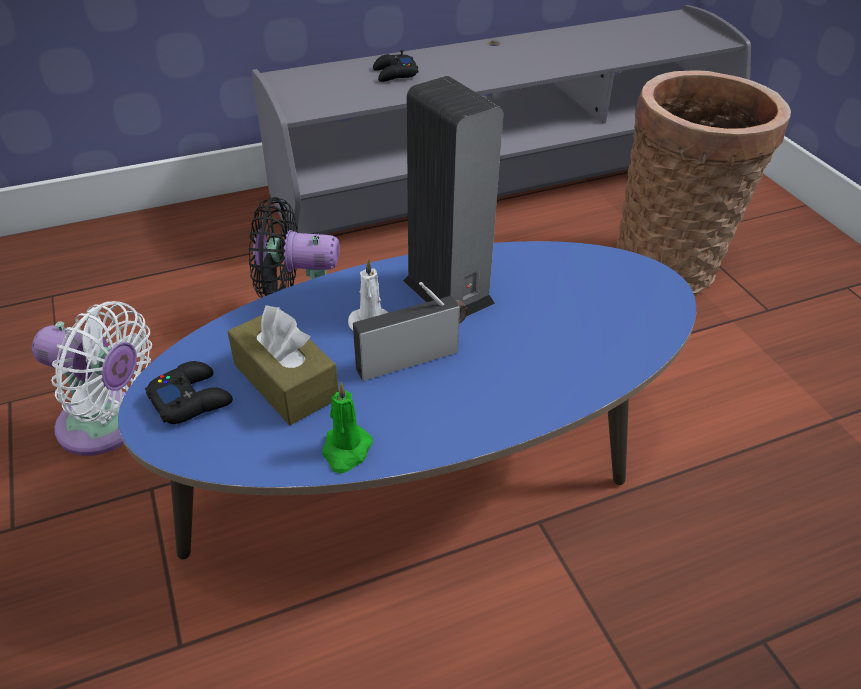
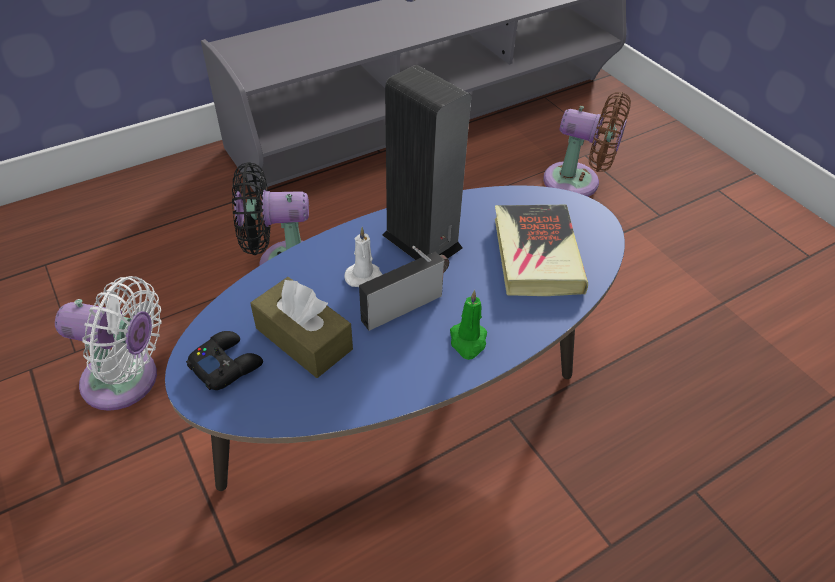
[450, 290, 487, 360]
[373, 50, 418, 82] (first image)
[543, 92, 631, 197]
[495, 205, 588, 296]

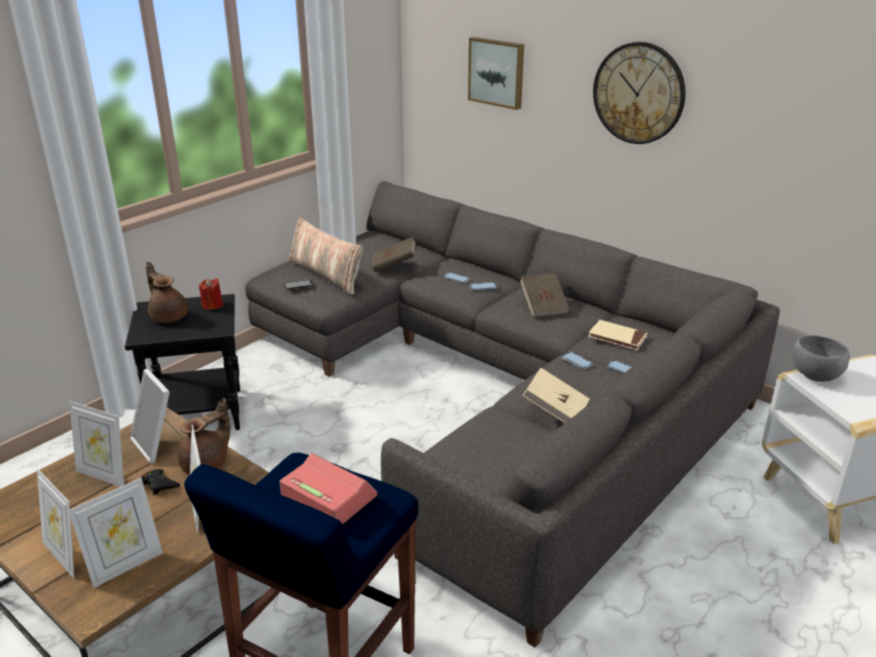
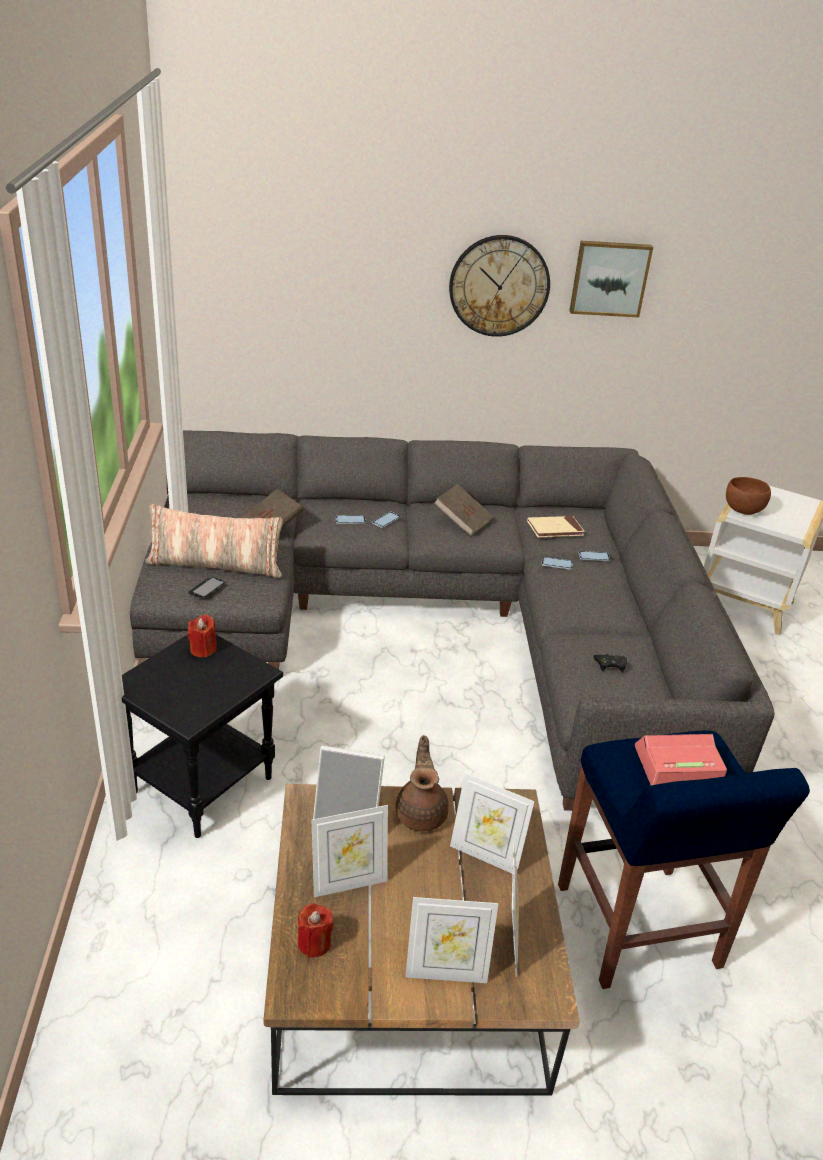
[594, 654, 627, 673]
[146, 262, 188, 323] (first image)
[569, 241, 653, 318]
[523, 368, 590, 423] (first image)
[726, 477, 771, 515]
[297, 904, 333, 957]

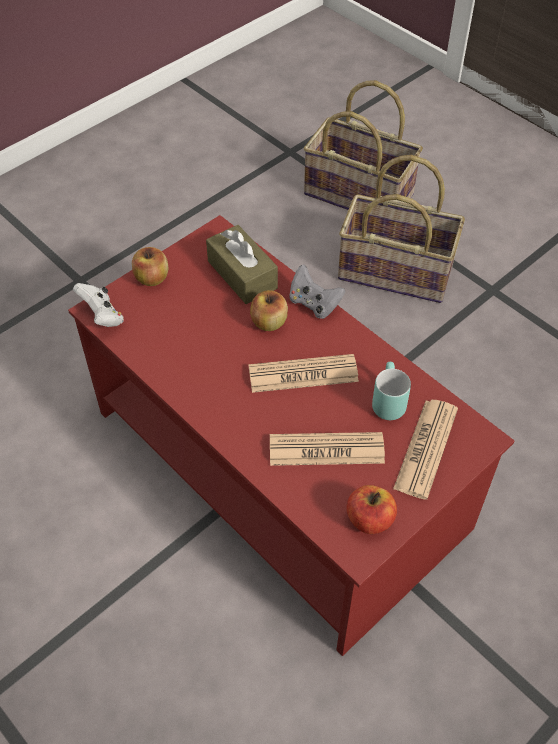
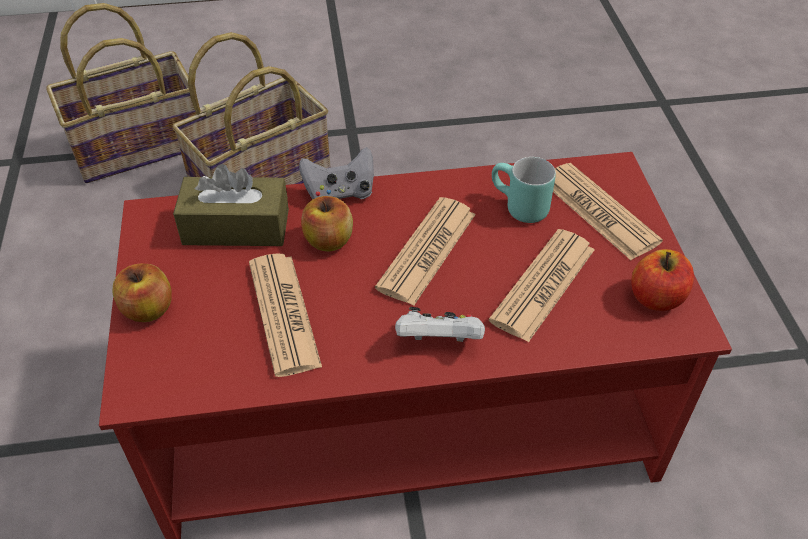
[395, 307, 485, 342]
[249, 253, 322, 377]

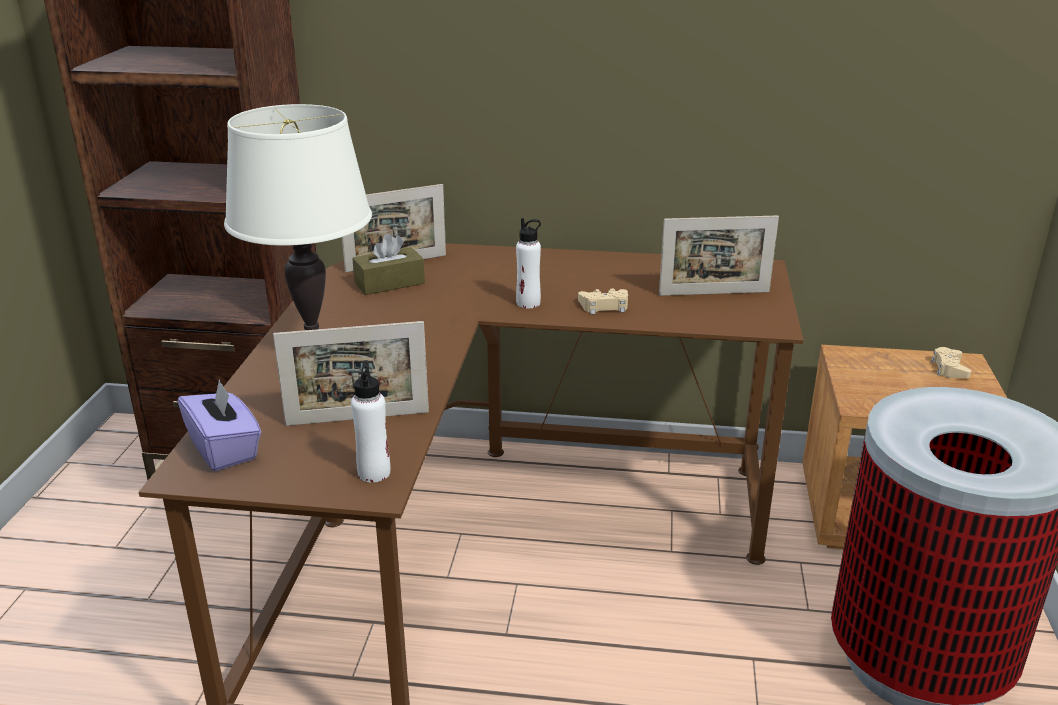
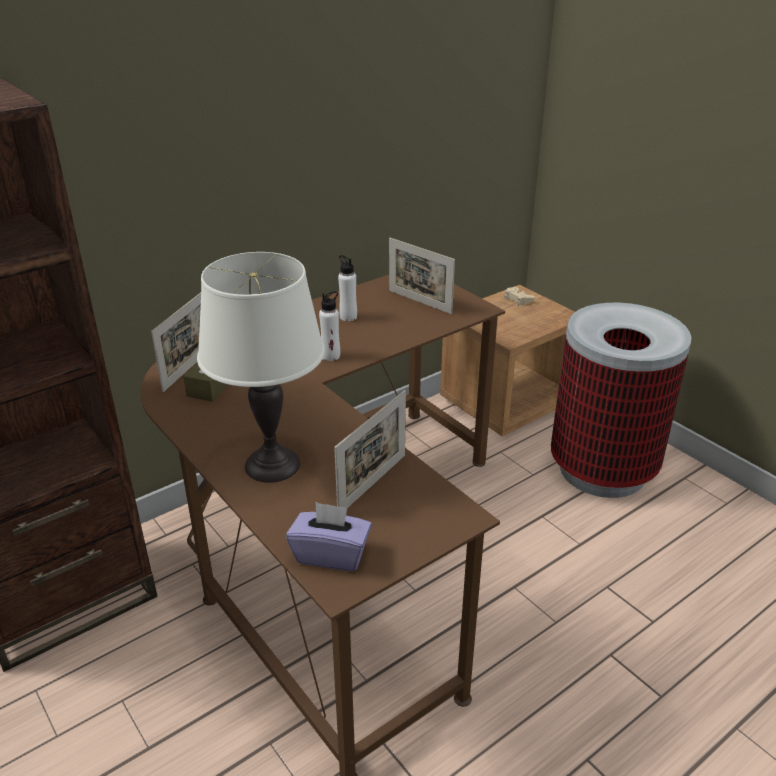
[338, 255, 357, 321]
[578, 288, 628, 314] (first image)
[389, 238, 455, 314]

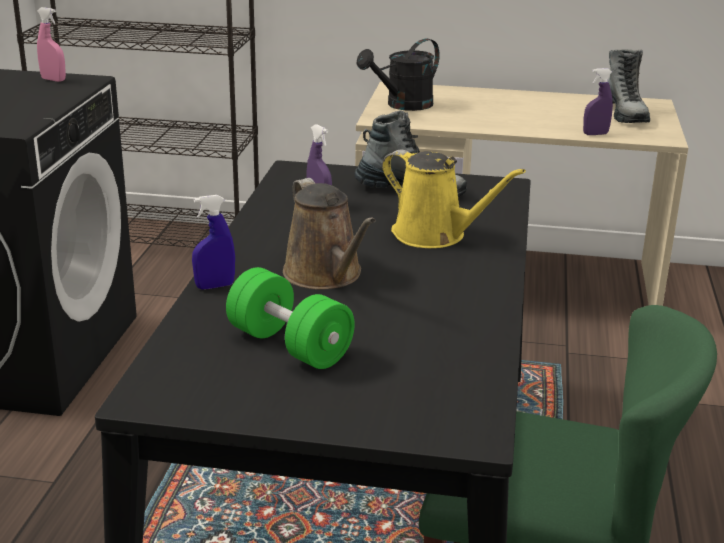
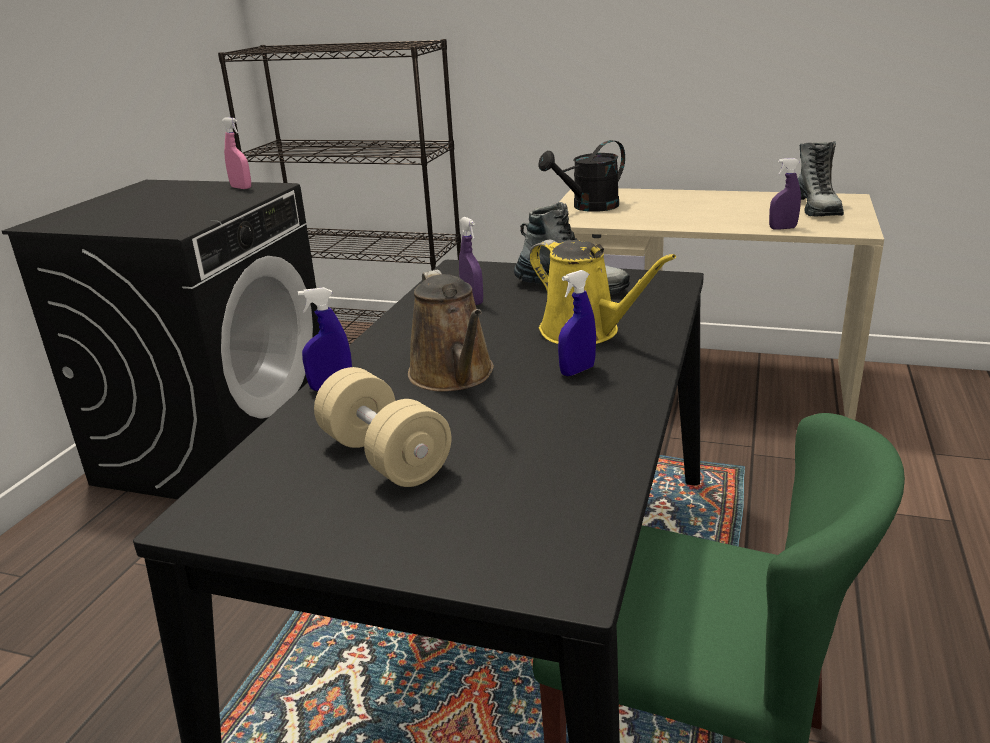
[314, 367, 451, 487]
[558, 270, 596, 376]

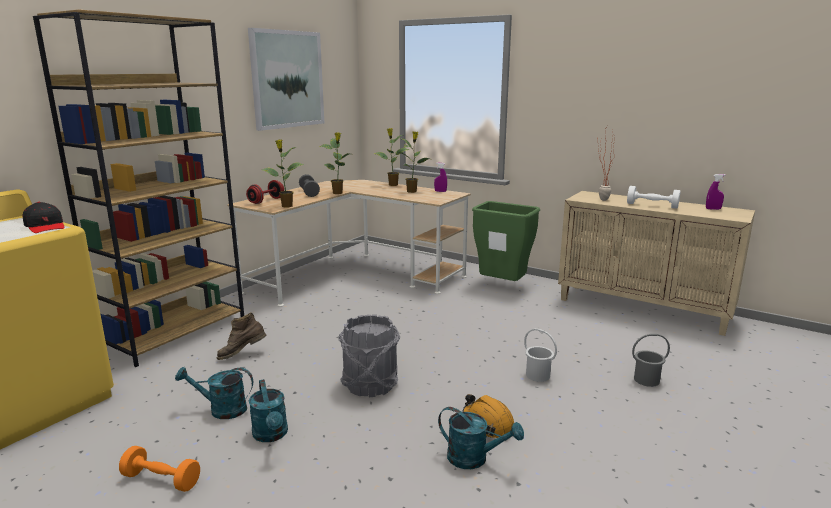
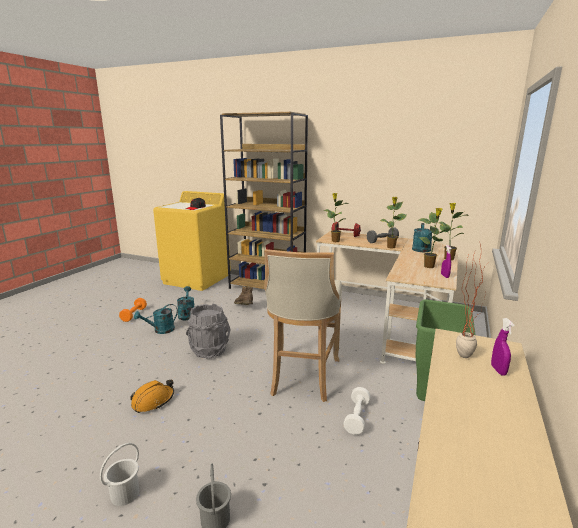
[248, 28, 324, 131] (first image)
[412, 223, 432, 252]
[100, 443, 140, 506]
[343, 387, 370, 435]
[491, 318, 514, 375]
[264, 249, 342, 402]

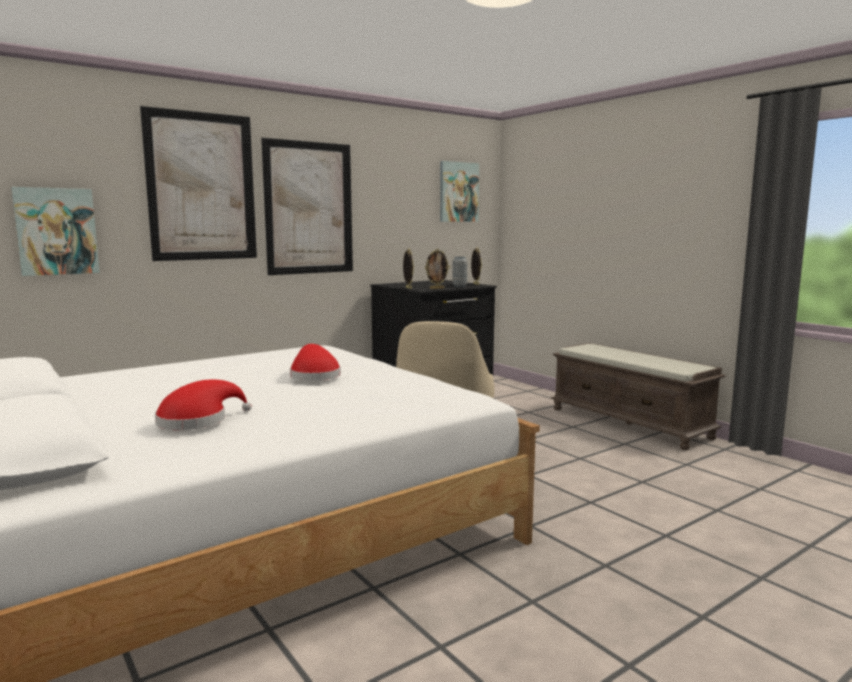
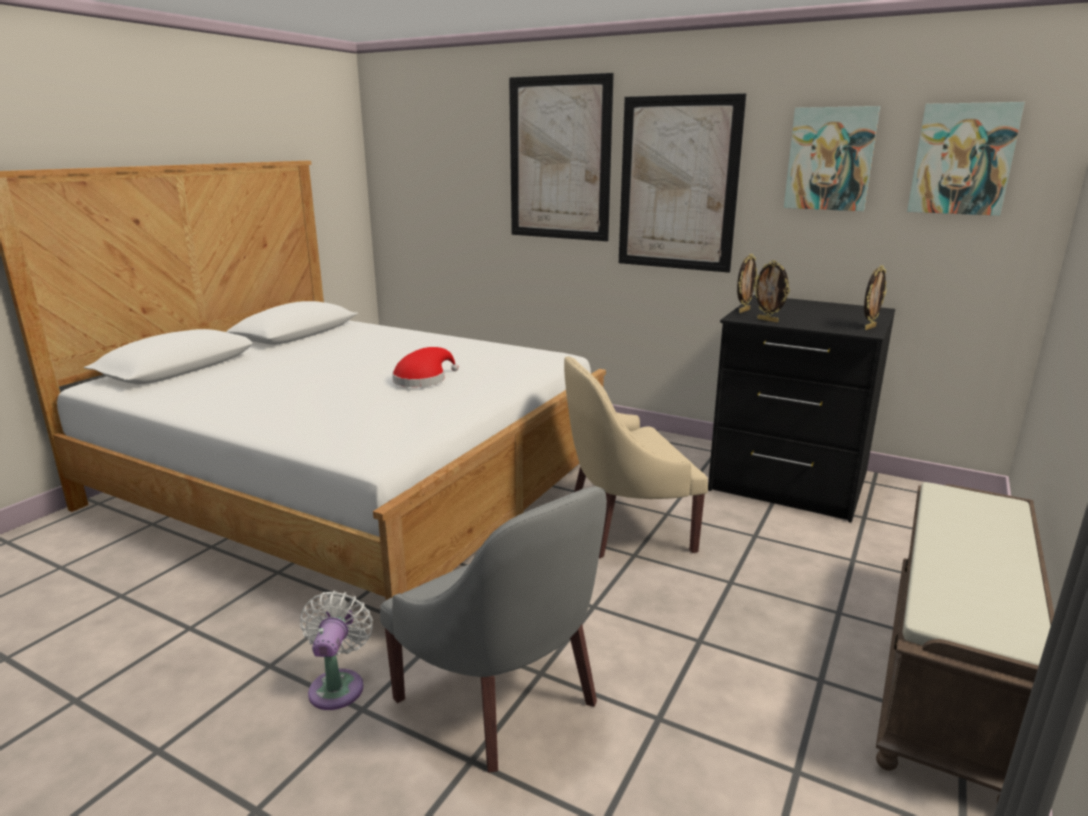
[784, 106, 880, 211]
[155, 379, 252, 430] (first image)
[452, 257, 467, 287] (first image)
[300, 591, 373, 710]
[380, 486, 607, 772]

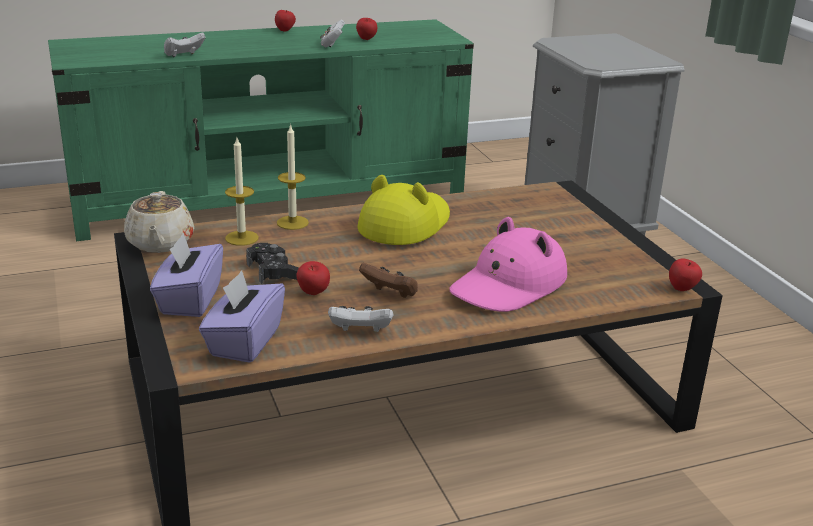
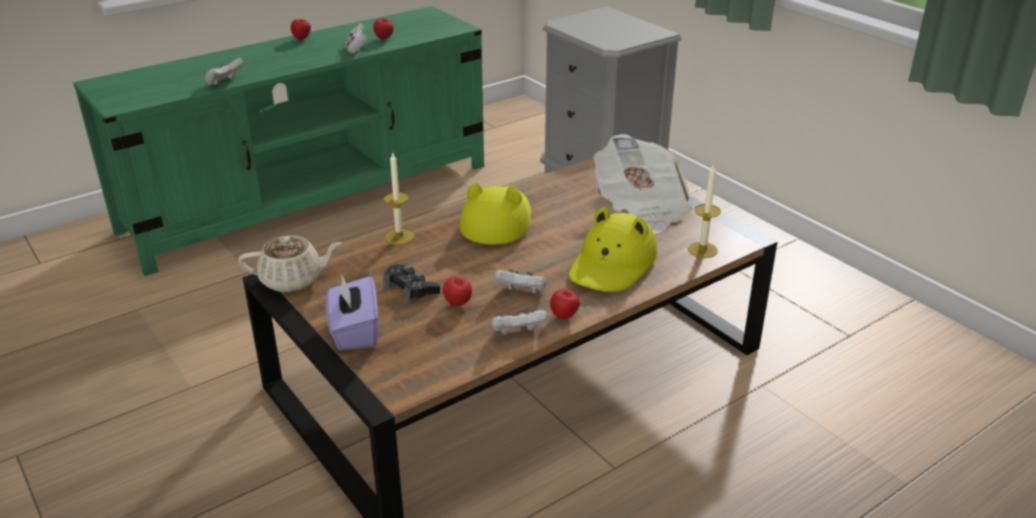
[238, 235, 342, 292]
[199, 271, 285, 363] (first image)
[688, 163, 721, 258]
[495, 269, 547, 293]
[568, 207, 657, 292]
[550, 289, 580, 319]
[594, 134, 693, 234]

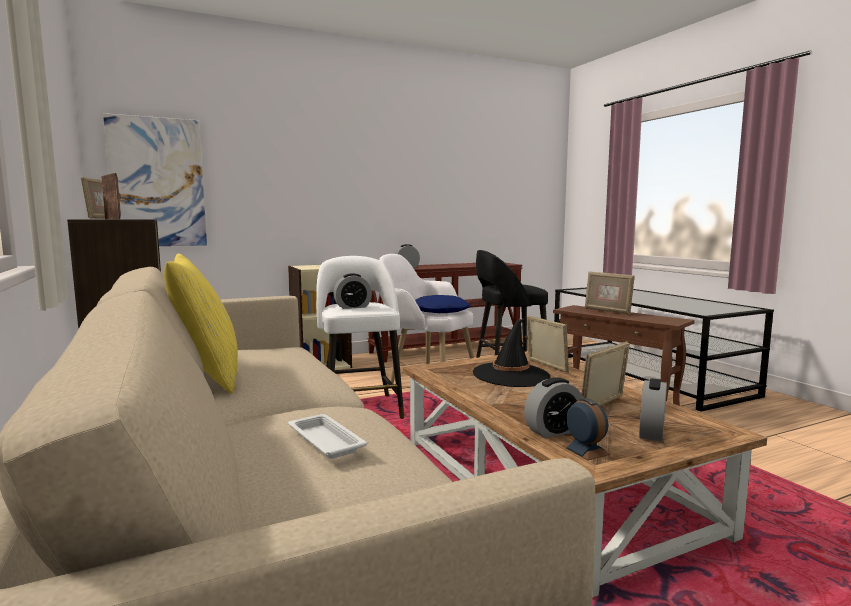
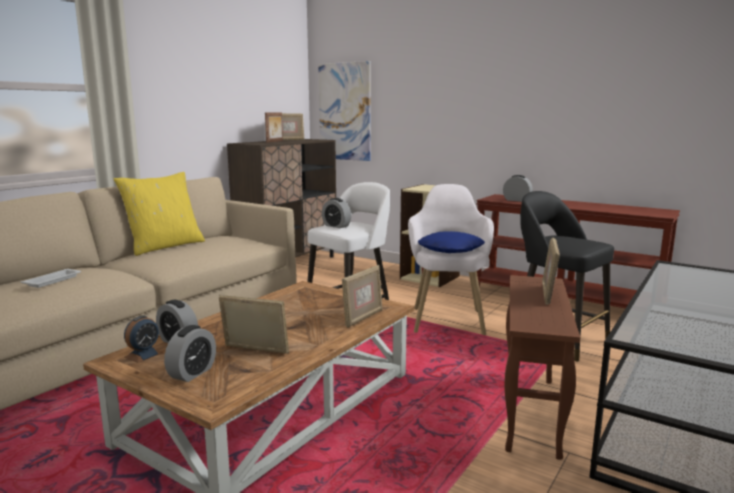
[473, 318, 550, 387] (first image)
[164, 325, 216, 382]

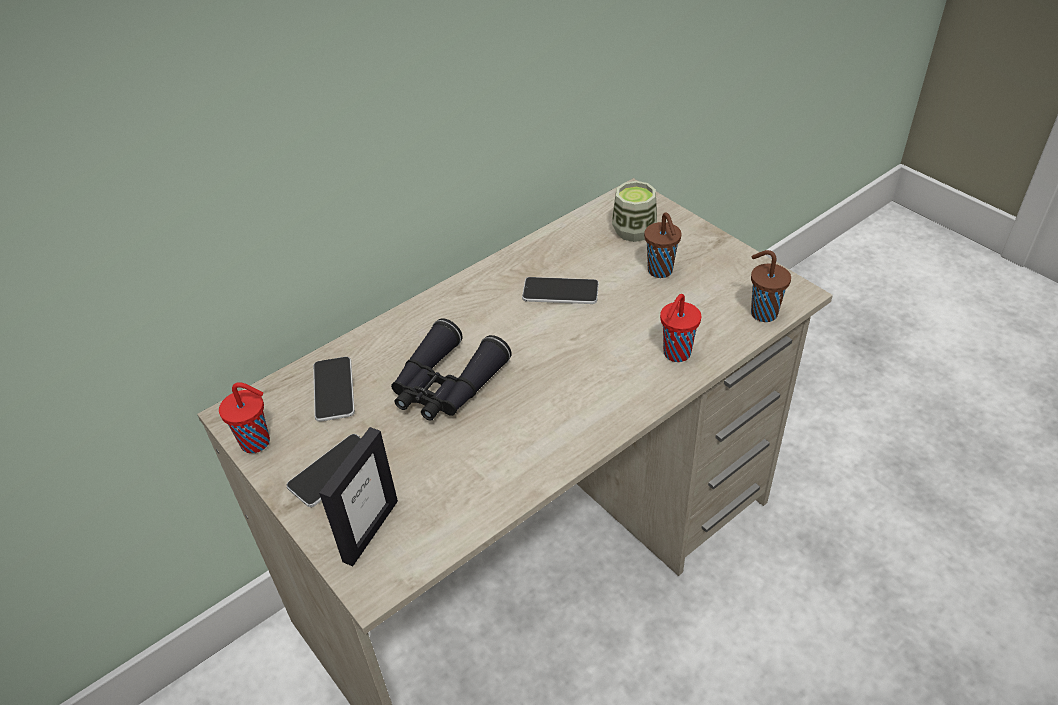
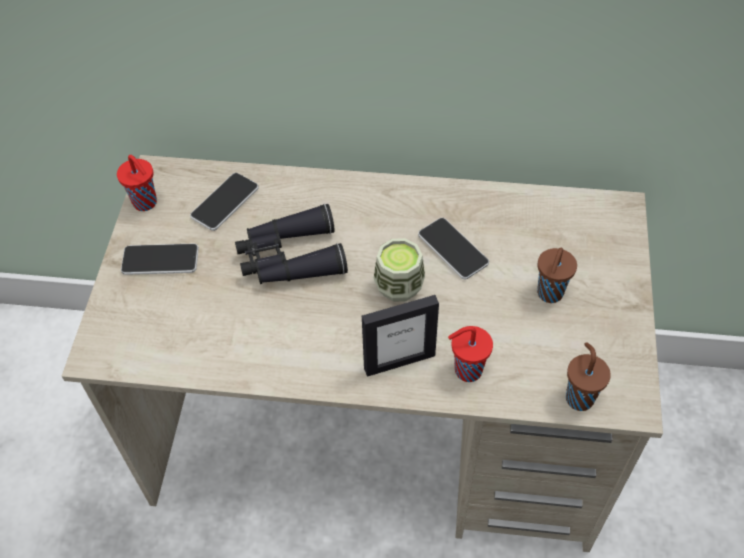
[362, 295, 439, 377]
[374, 238, 425, 302]

